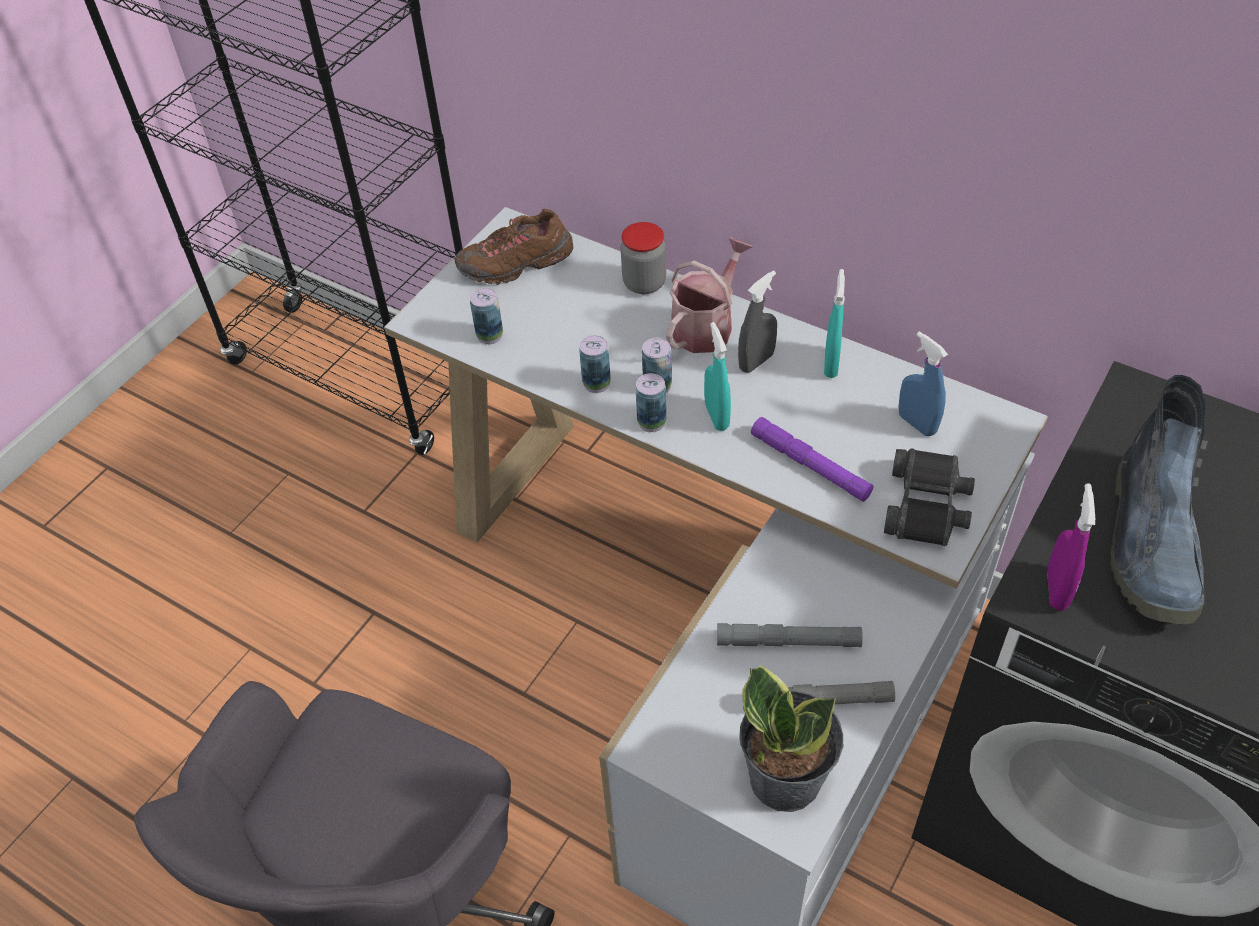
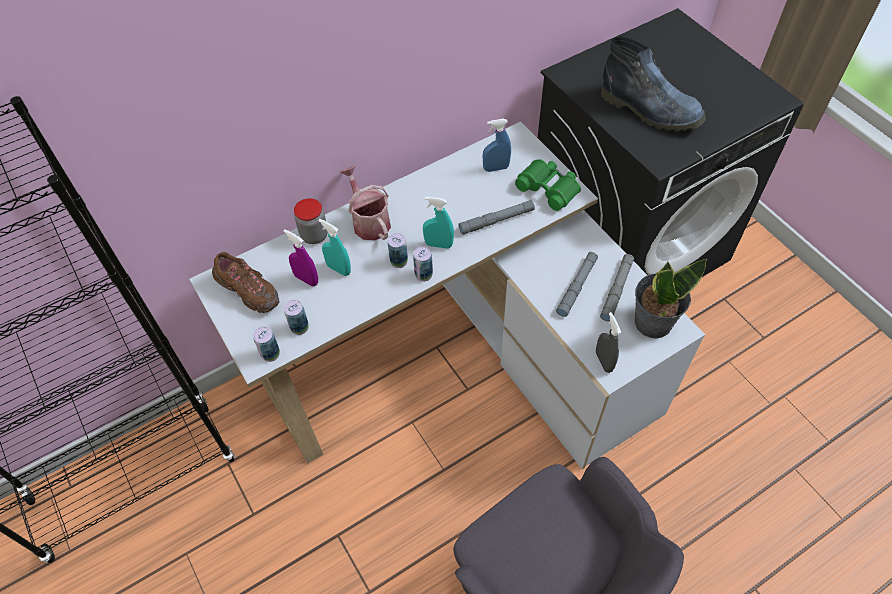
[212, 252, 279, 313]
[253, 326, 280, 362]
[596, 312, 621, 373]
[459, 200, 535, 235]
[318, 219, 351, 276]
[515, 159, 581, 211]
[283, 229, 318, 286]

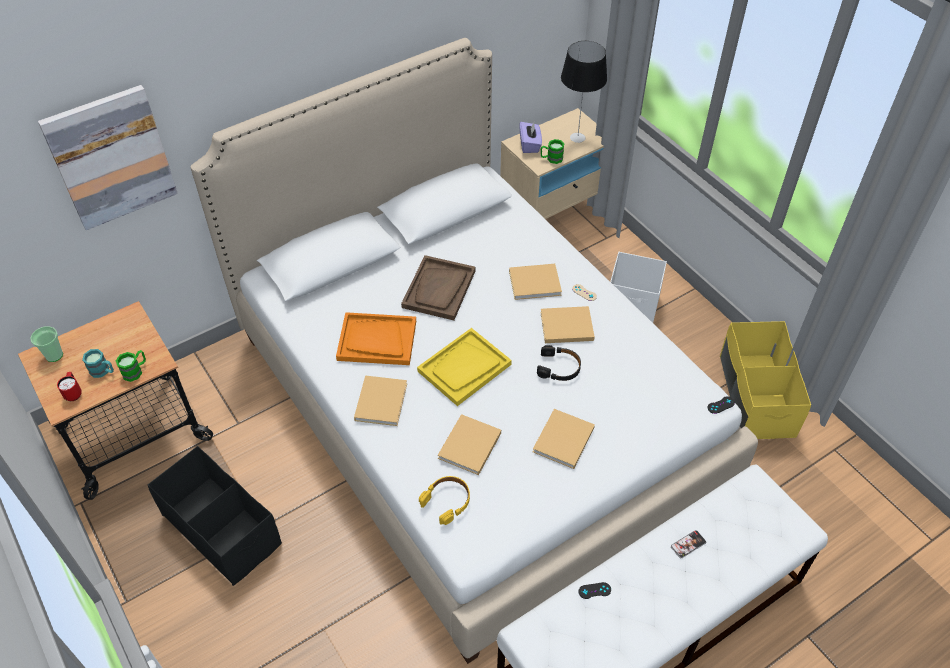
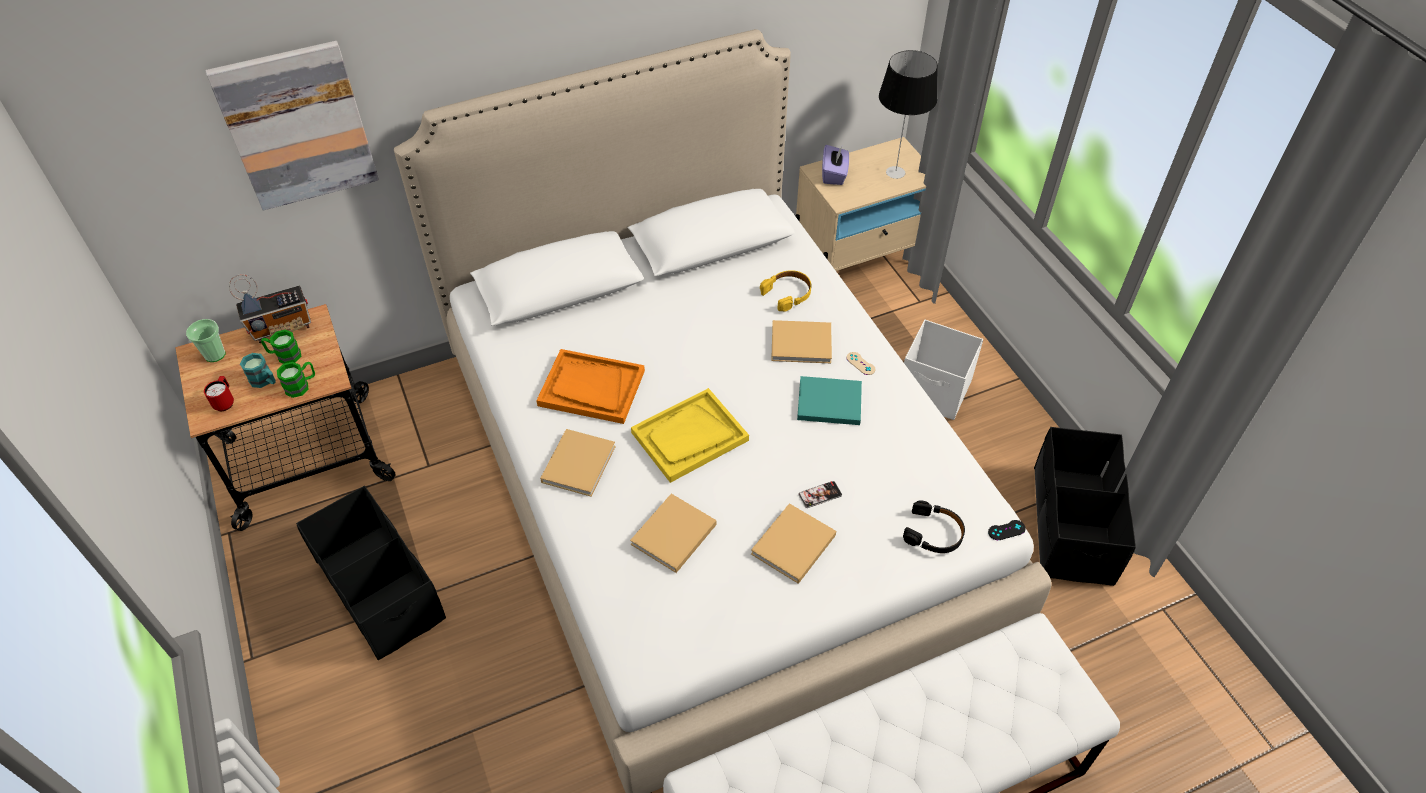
[401, 255, 475, 320] (first image)
[760, 270, 811, 312]
[903, 500, 965, 553]
[797, 376, 862, 425]
[261, 330, 301, 364]
[578, 582, 611, 599] (first image)
[799, 481, 842, 508]
[1034, 427, 1136, 586]
[229, 274, 311, 343]

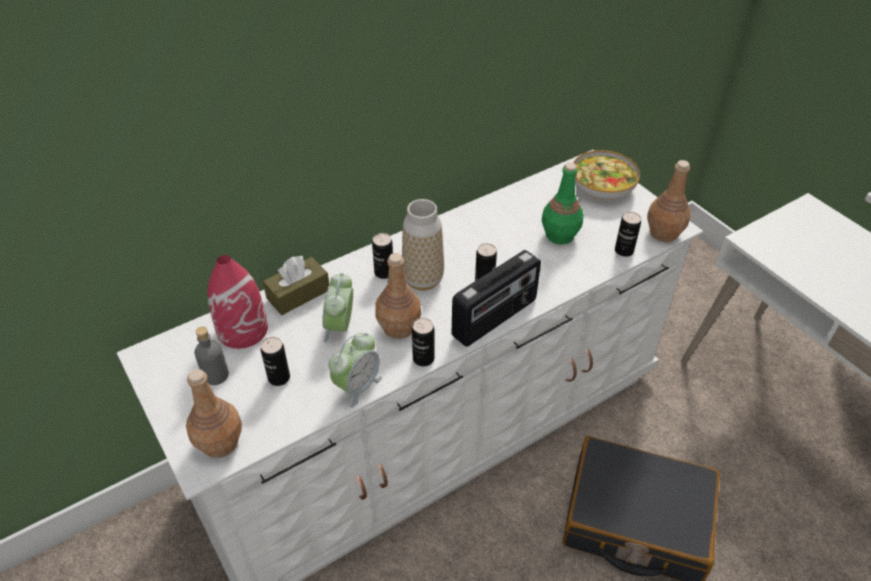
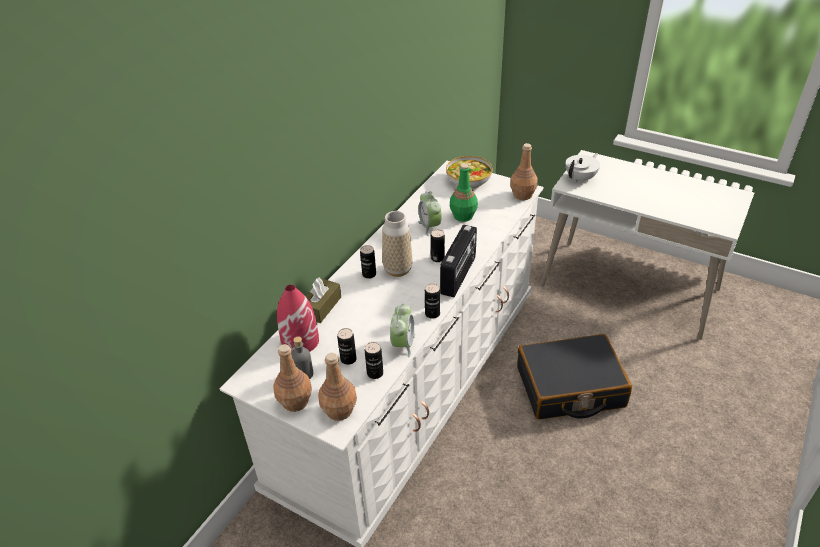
[418, 191, 442, 236]
[273, 344, 312, 412]
[365, 342, 383, 379]
[566, 153, 600, 182]

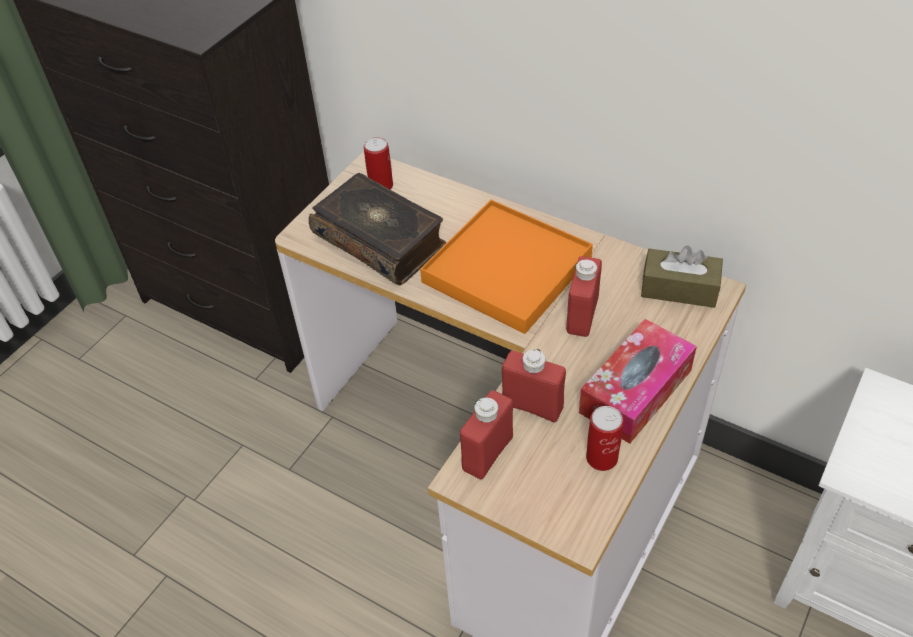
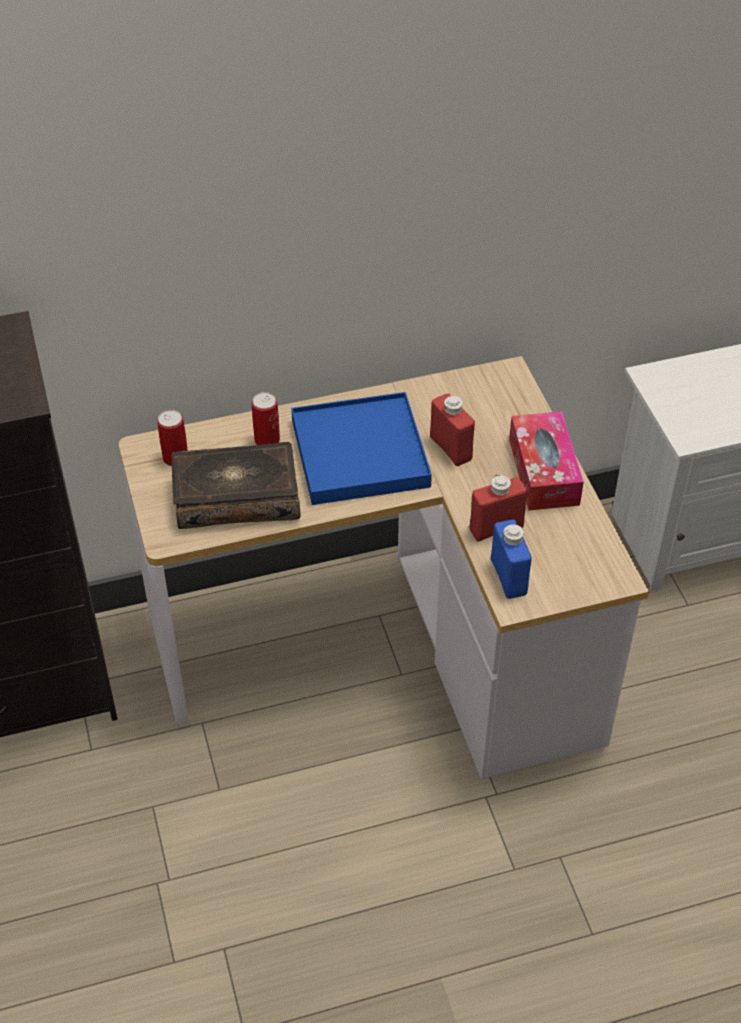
[291, 392, 432, 505]
[491, 520, 532, 599]
[252, 392, 280, 445]
[641, 246, 723, 308] (first image)

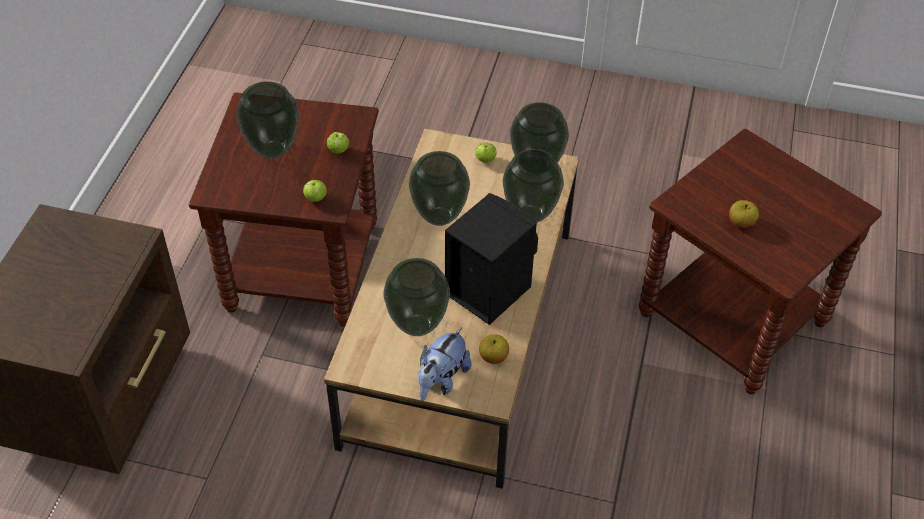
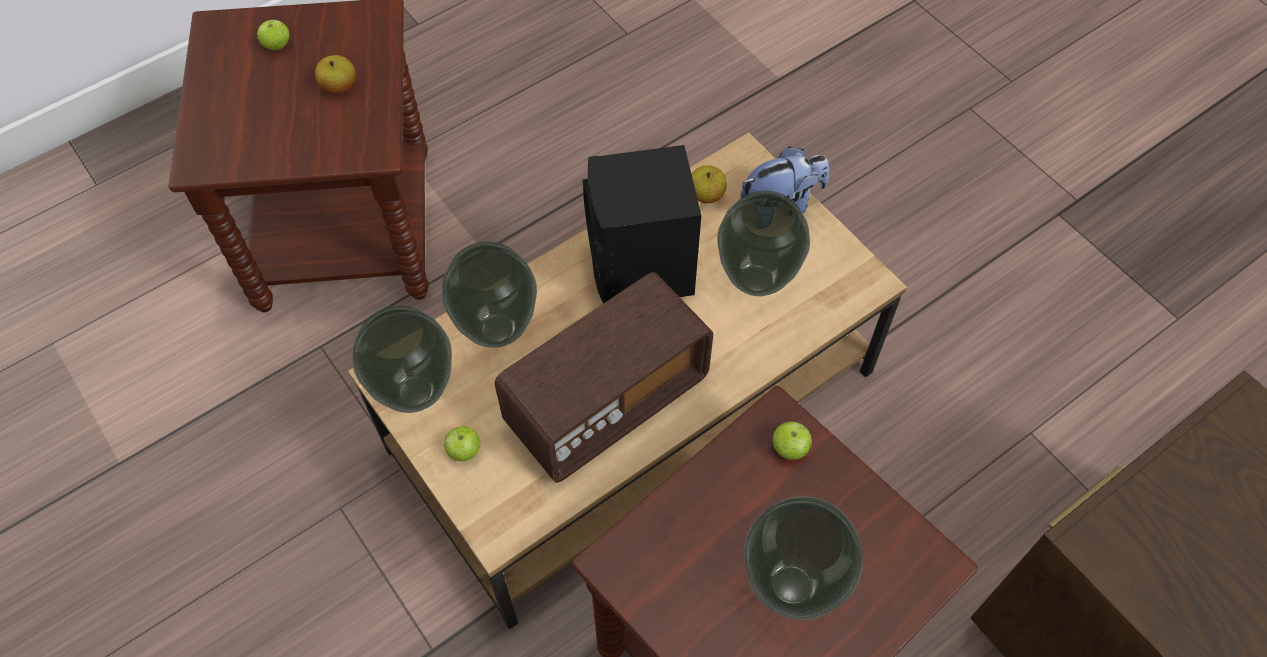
[257, 20, 290, 50]
[495, 272, 714, 483]

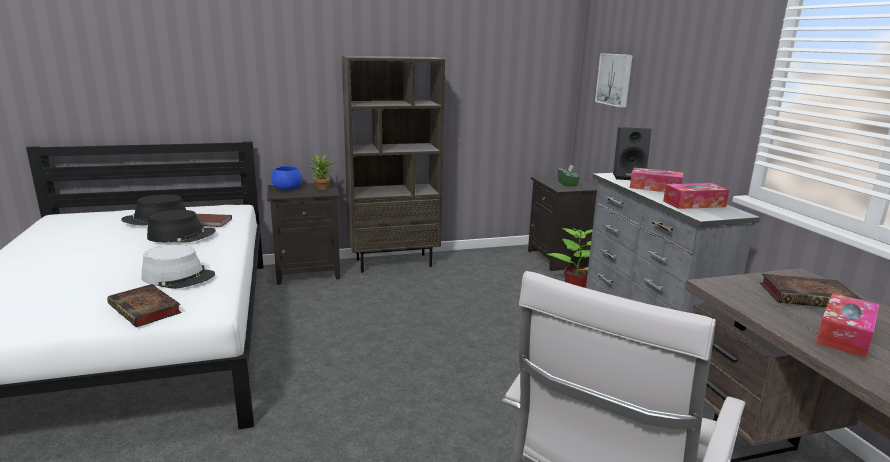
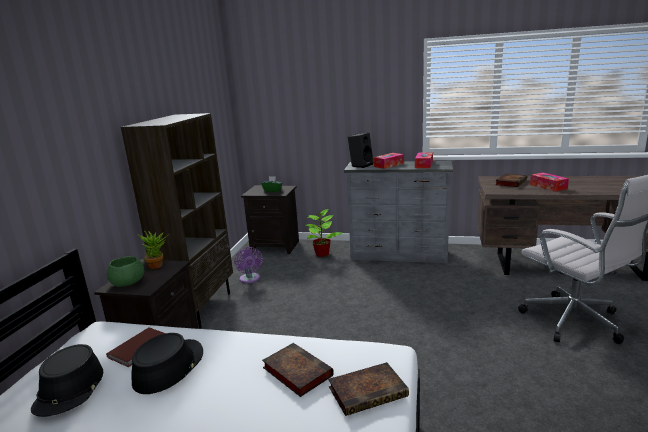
[262, 343, 334, 397]
[107, 256, 144, 287]
[595, 53, 633, 108] (first image)
[234, 247, 263, 283]

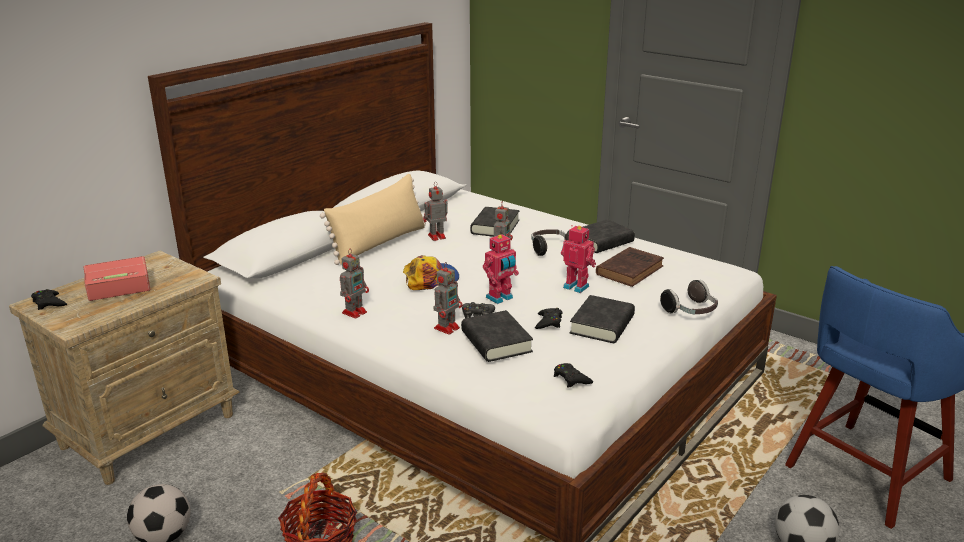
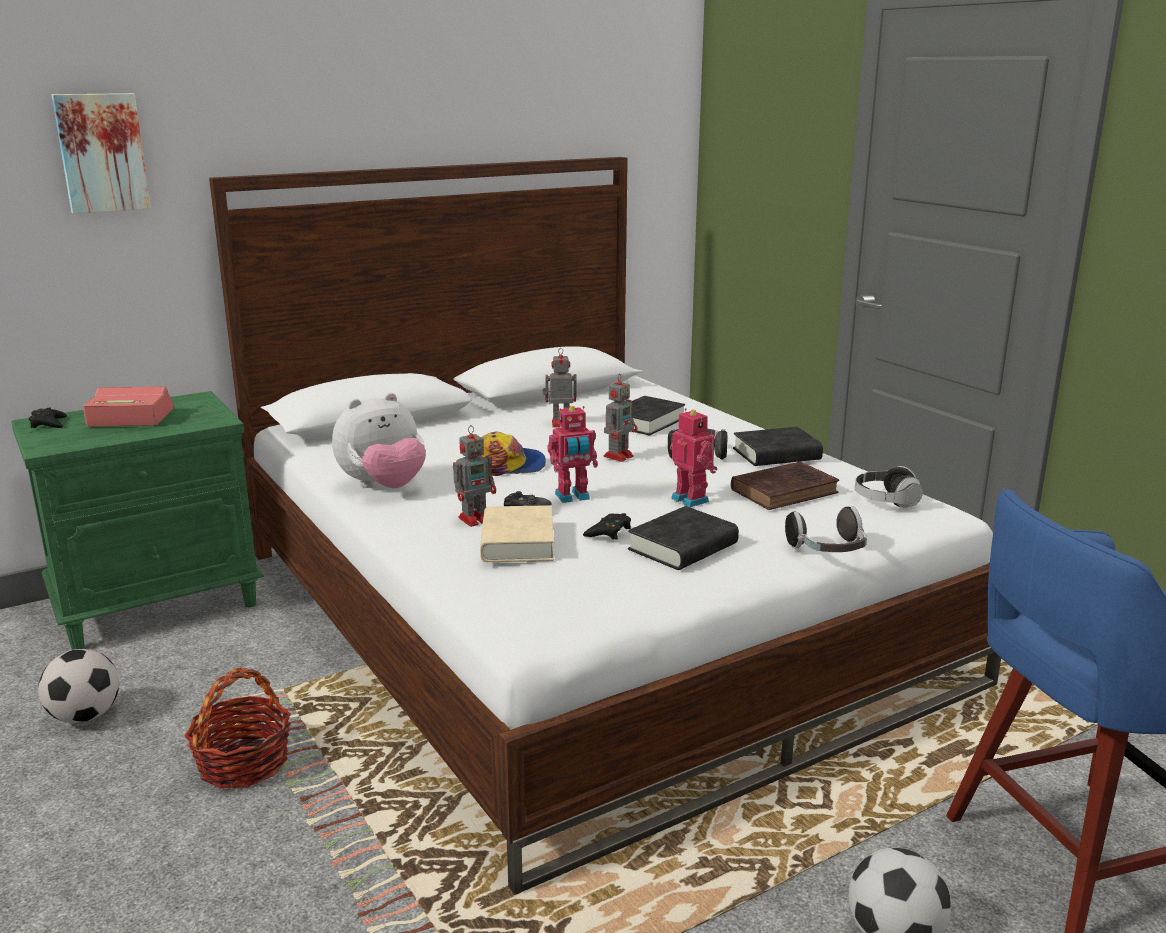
[11, 391, 264, 650]
[320, 174, 426, 265] (first image)
[332, 393, 426, 488]
[480, 505, 554, 562]
[554, 363, 593, 388] (first image)
[52, 93, 151, 214]
[855, 466, 923, 508]

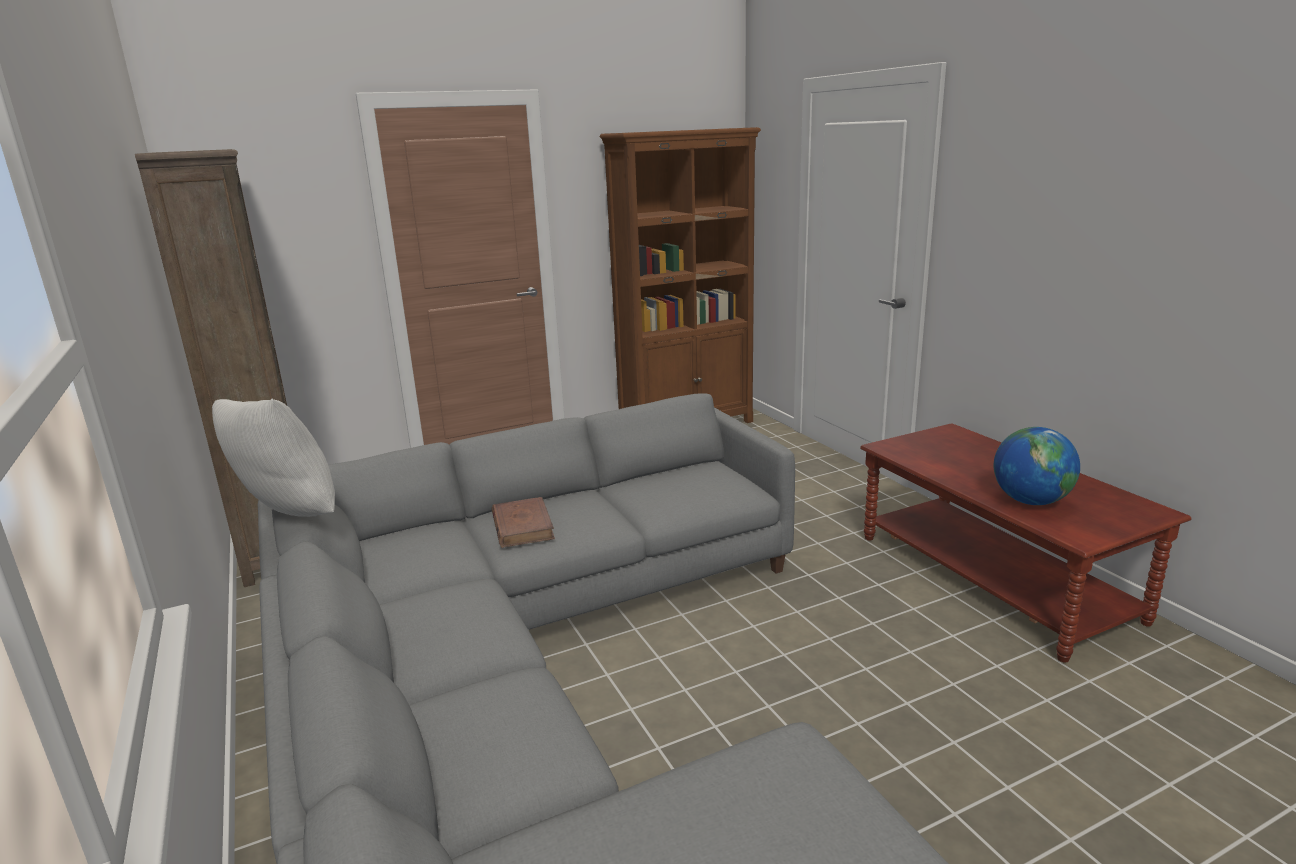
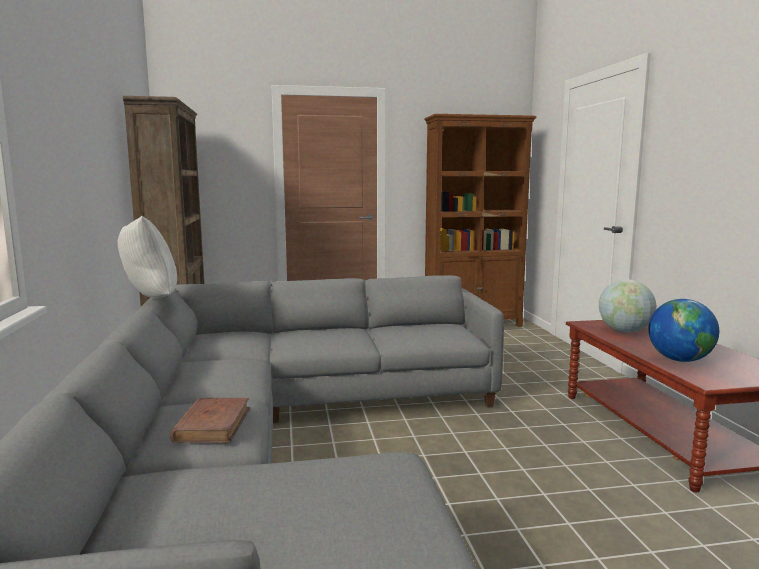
[170, 398, 250, 443]
[599, 279, 656, 333]

